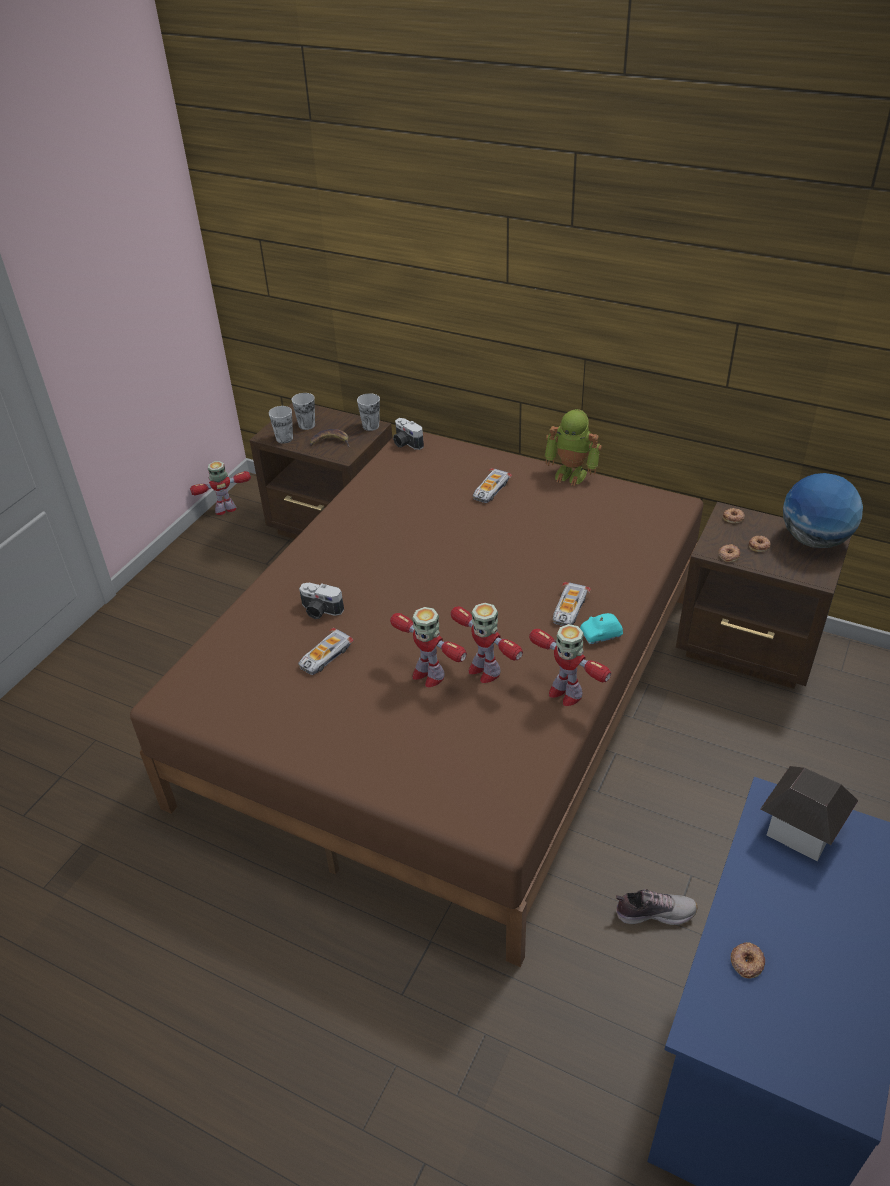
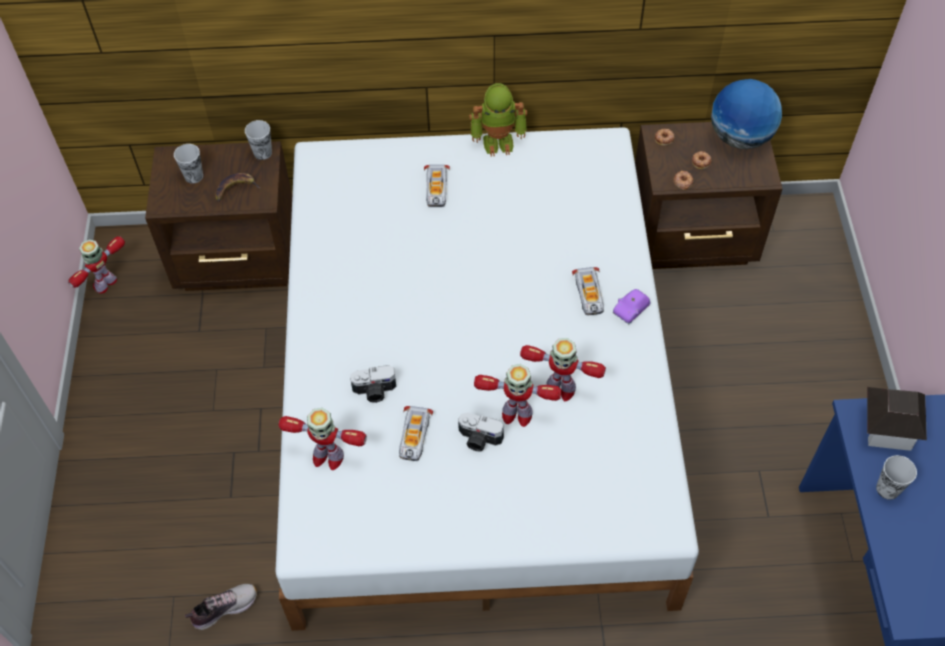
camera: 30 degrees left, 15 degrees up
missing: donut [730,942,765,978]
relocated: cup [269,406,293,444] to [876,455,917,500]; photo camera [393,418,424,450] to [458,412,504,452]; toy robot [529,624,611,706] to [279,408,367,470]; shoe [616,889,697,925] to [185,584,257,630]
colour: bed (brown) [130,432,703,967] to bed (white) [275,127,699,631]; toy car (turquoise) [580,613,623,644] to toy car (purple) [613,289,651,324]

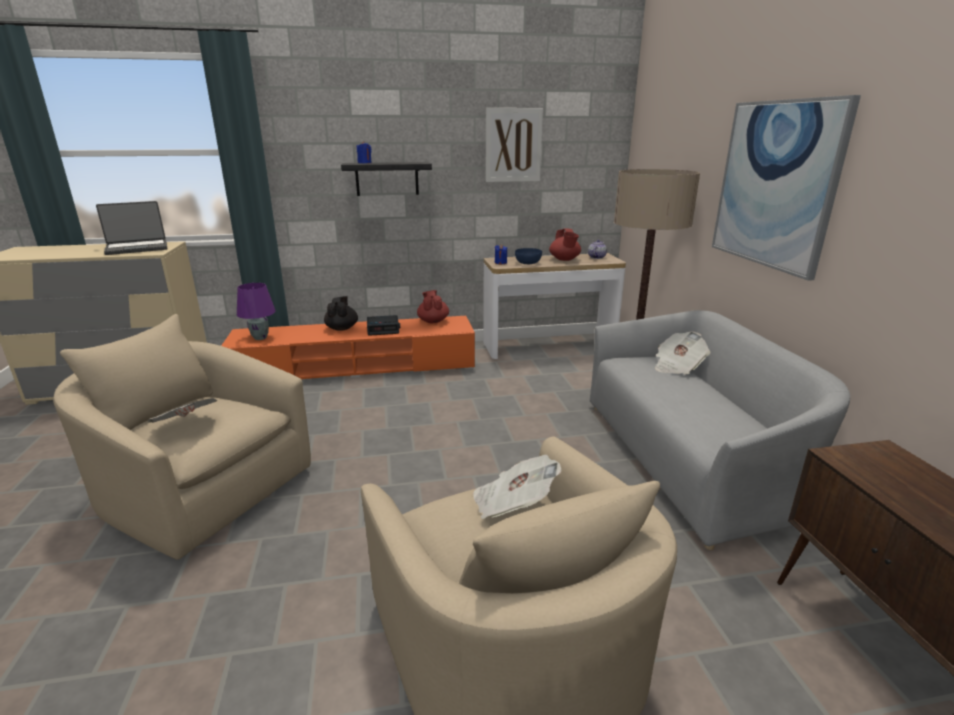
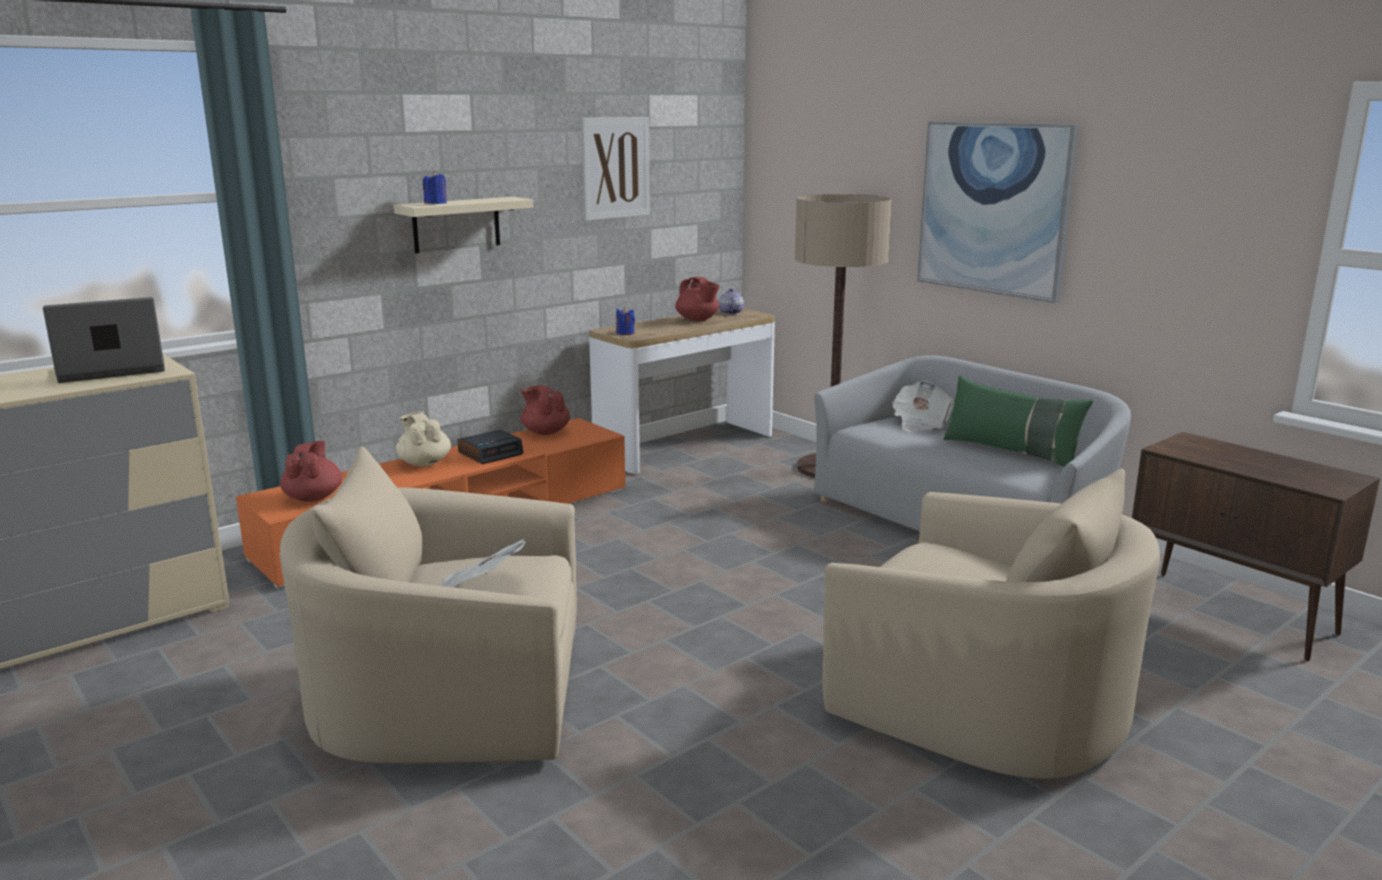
camera: 30 degrees left, 5 degrees down
missing: bowl (blue) [515,248,542,264]; newspaper [473,455,561,519]
appeared: pillow (green) [944,376,1093,467]
exchanged: table lamp (purple) [237,283,276,340] to teapot (red) [280,441,342,502]
colour: shelf (black) [341,162,432,196] to shelf (beige) [394,197,533,253]; teapot (black) [324,296,358,331] to teapot (beige) [396,411,451,467]
spun: laptop [96,201,168,255] = [43,297,165,383] 150 degrees counterclockwise

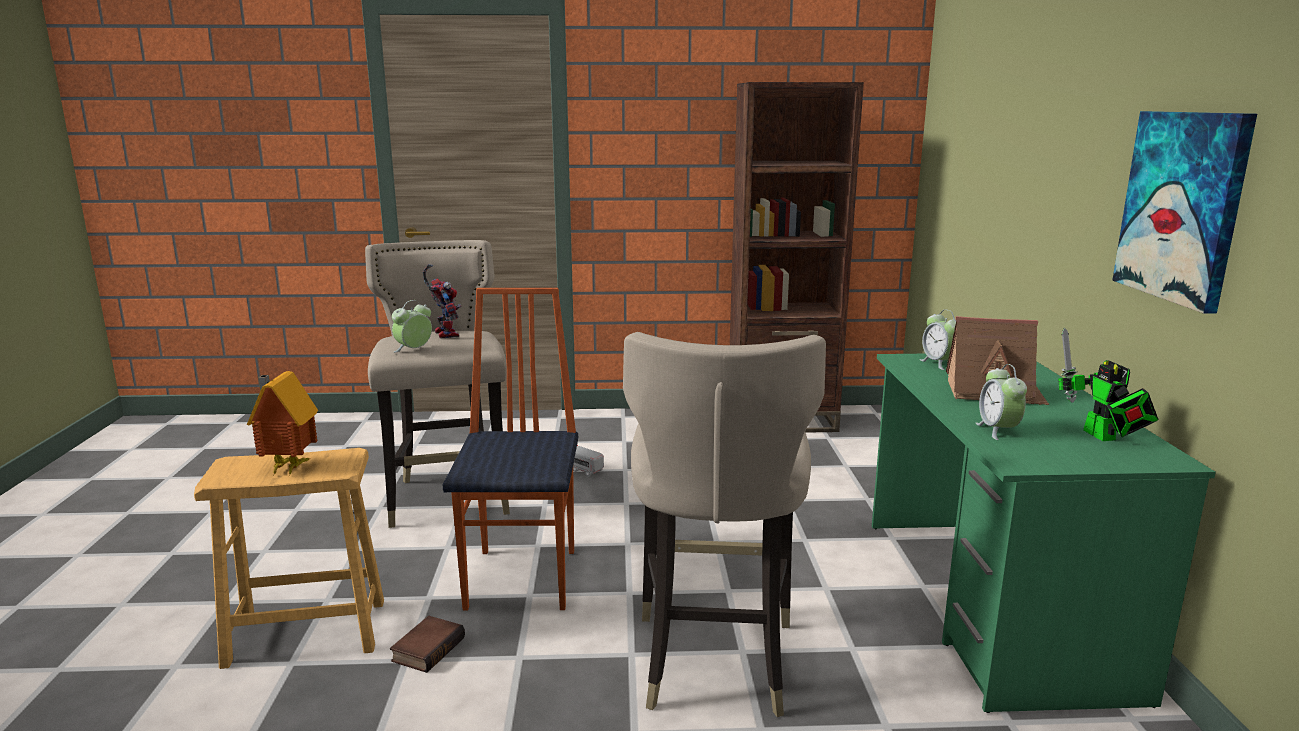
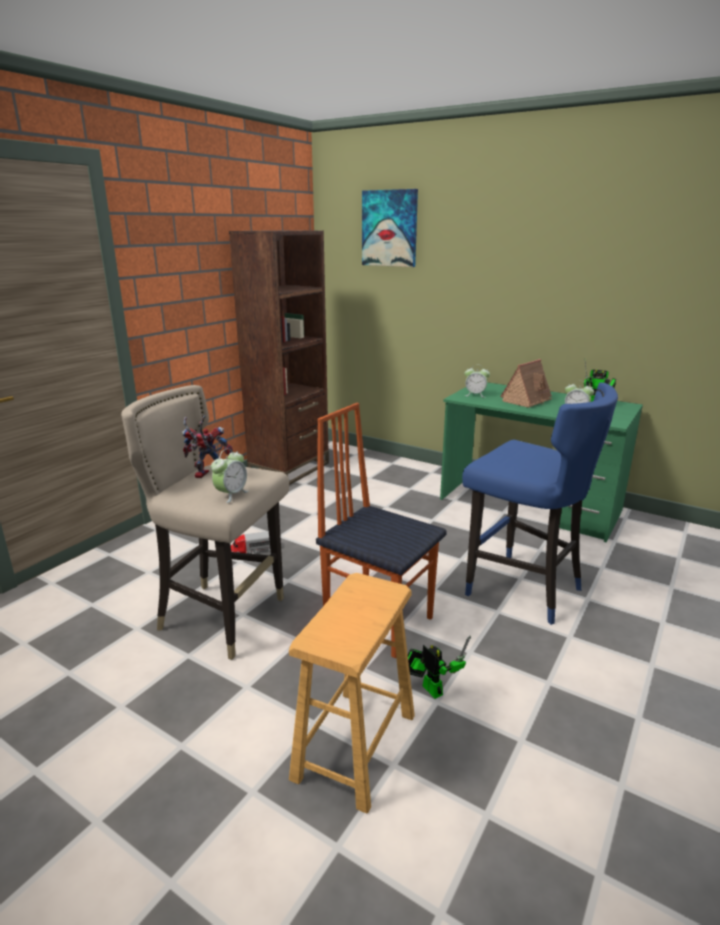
camera: 55 degrees left, 5 degrees up
missing: toy house [247,371,318,475]
relocated: picture [1112,111,1257,314] to [362,189,418,267]
exchanged: book [390,616,465,673] to toy robot [408,635,471,699]
colour: stool (beige) [623,332,826,717] to stool (blue) [462,383,618,625]
spun: alarm clock [392,300,432,353] = [211,449,249,503] 135 degrees counterclockwise

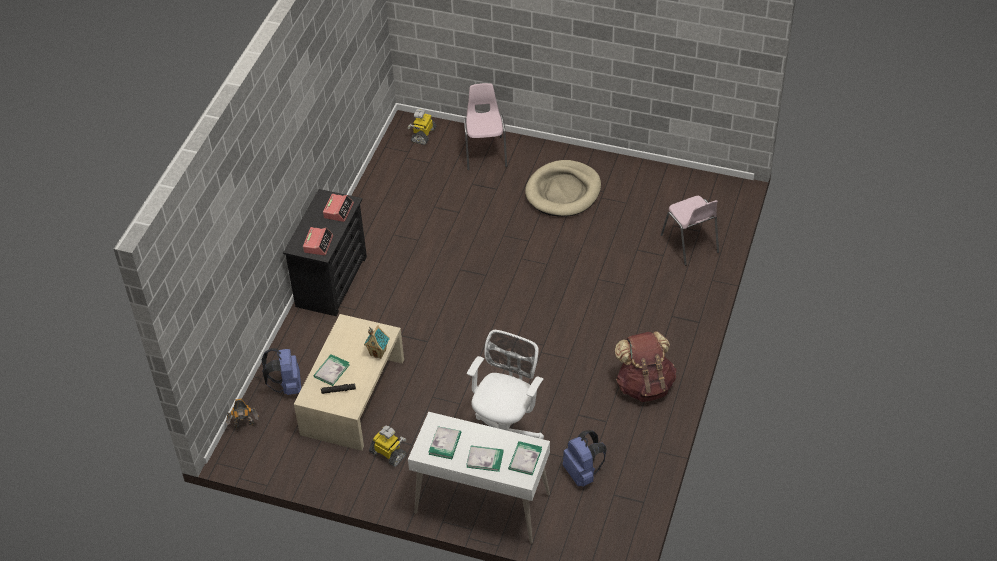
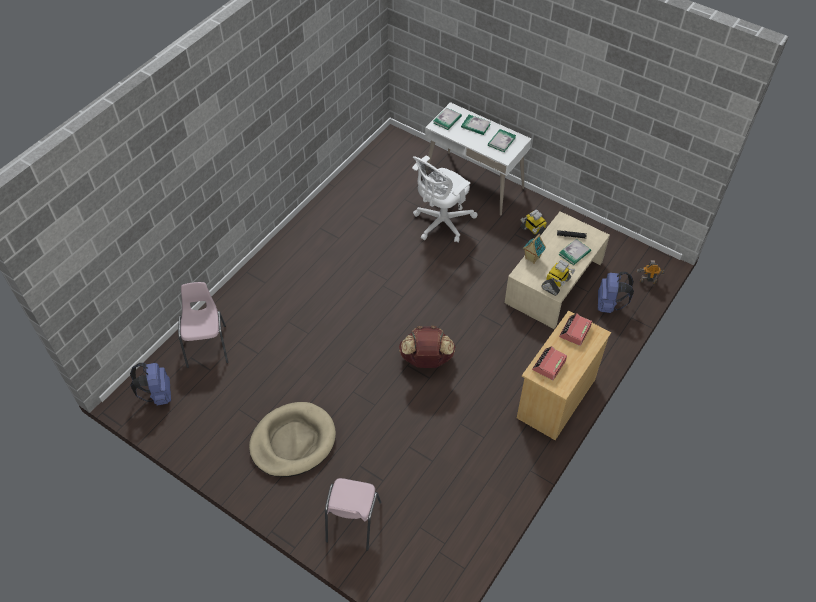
camera: 165 degrees left, 5 degrees up
relocated: toy robot [407,109,436,145] to [541,260,575,296]; backpack (brown) [615,332,676,402] to [399,326,455,368]; backpack (blue) [563,431,607,487] to [130,363,171,406]
colour: dresser (black) [283,189,367,316] to dresser (beige) [517,310,611,440]

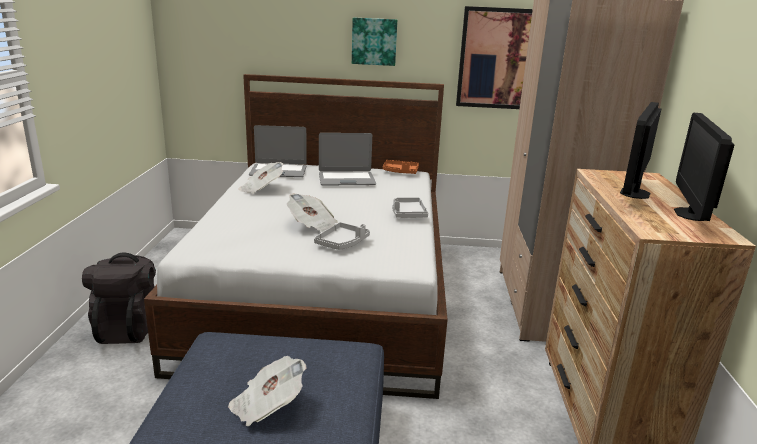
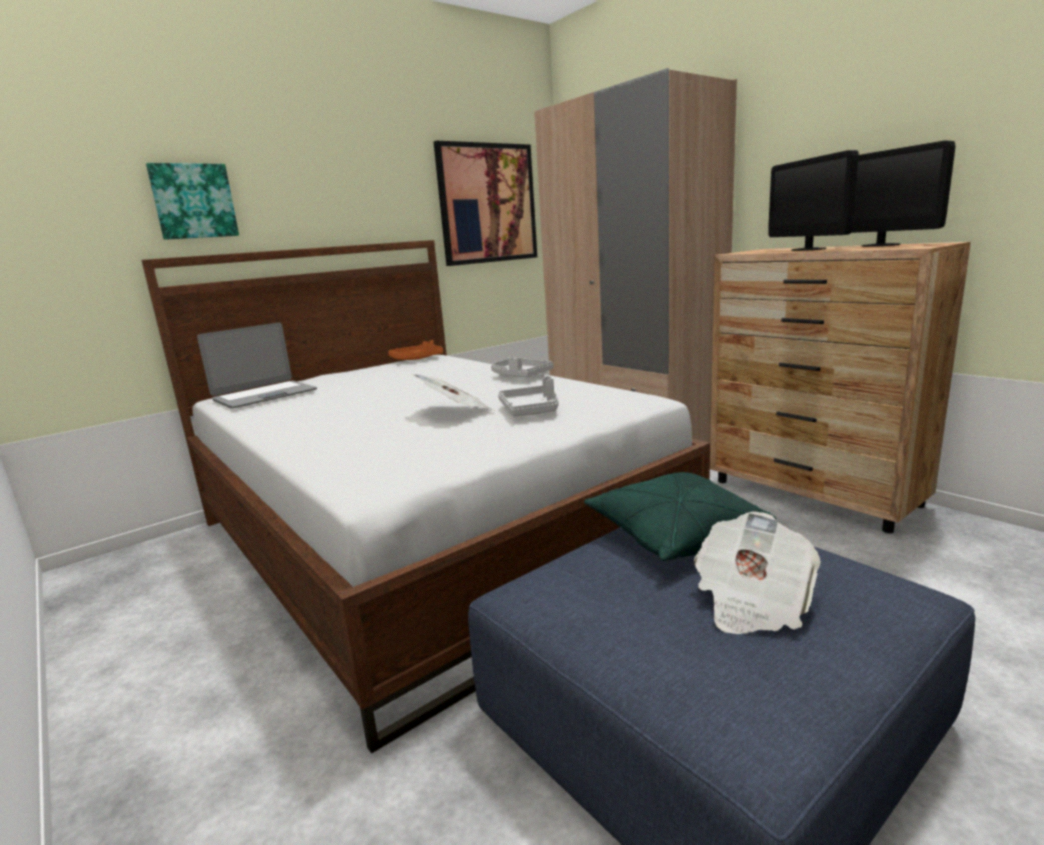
camera: 40 degrees left, 5 degrees down
missing: laptop [319,133,376,186]; newspaper [239,162,284,193]; backpack (black) [82,253,156,344]
appeared: pillow (green) [584,472,776,561]
relocated: picture [352,18,397,66] to [146,163,239,240]

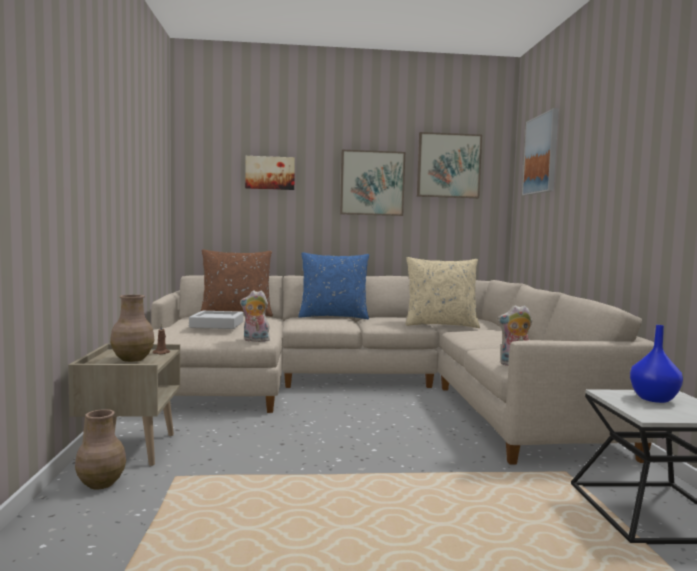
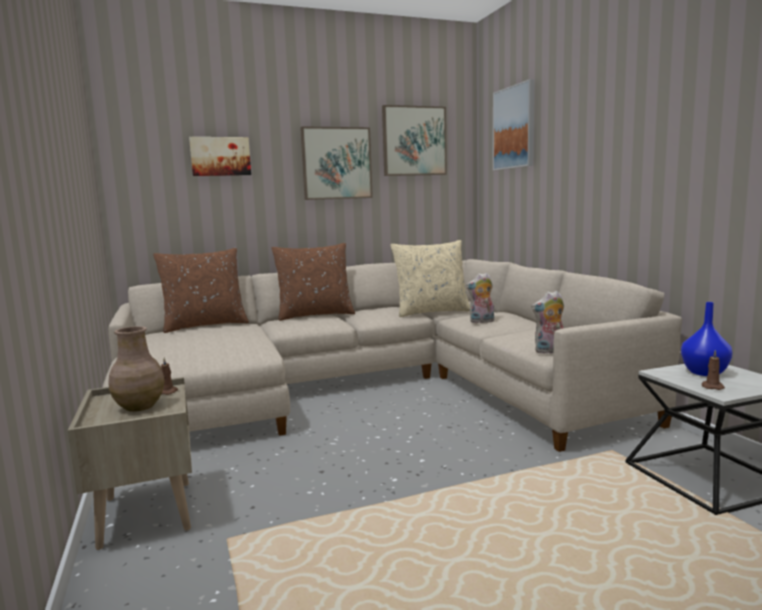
camera: 15 degrees left, 5 degrees up
missing: tray (grey) [189,311,244,329]; vase (brown) [75,409,126,489]
appeared: candle (brown) [702,350,725,390]
relocated: plush toy [240,291,270,342] to [466,273,494,323]
colour: pillow (blue) [298,252,369,319] to pillow (brown) [272,243,355,321]

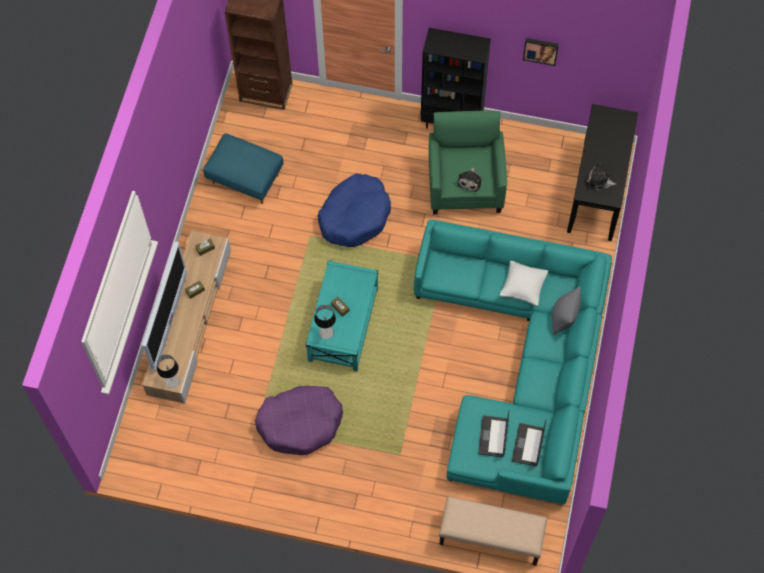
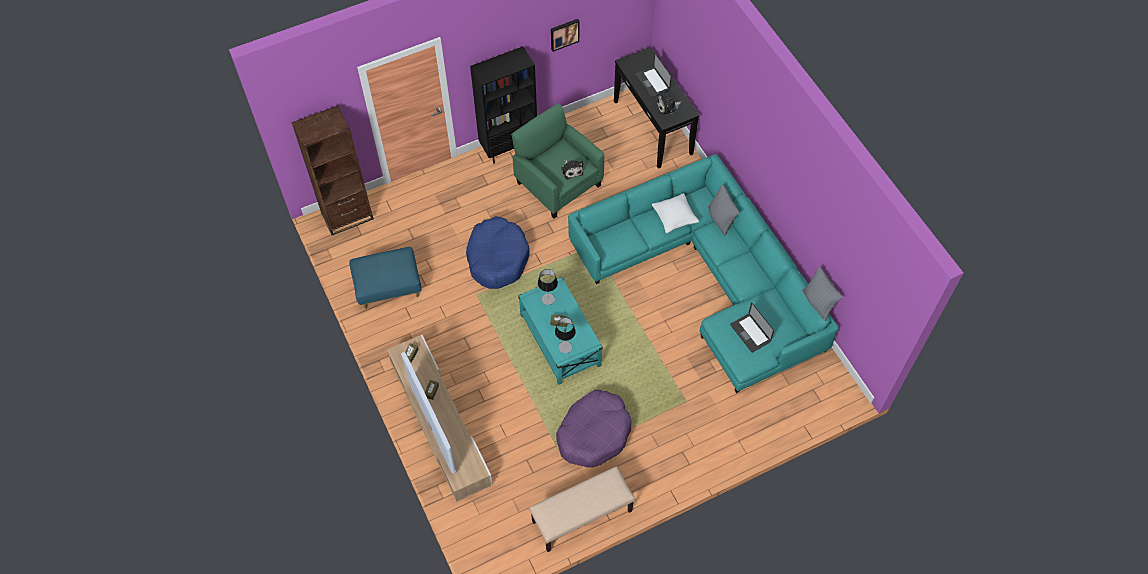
camera: 40 degrees left, 5 degrees down
appeared: pillow (grey) [802,267,842,321]
relocated: table lamp [157,355,180,388] to [538,269,558,305]; laptop [512,420,546,466] to [636,53,671,98]; bench (beige) [439,497,547,566] to [529,466,635,552]

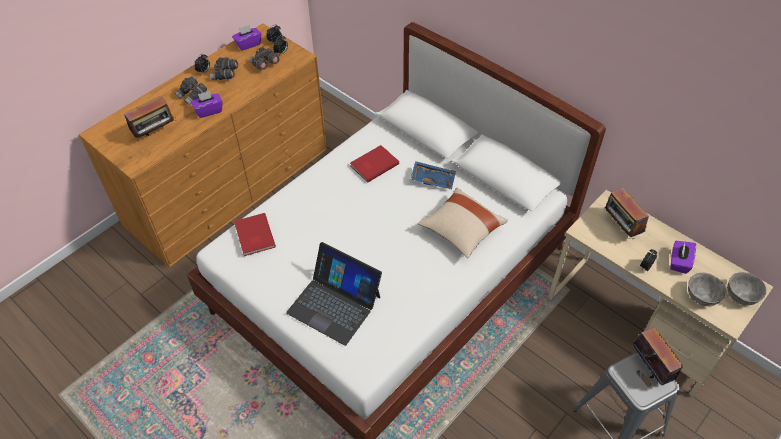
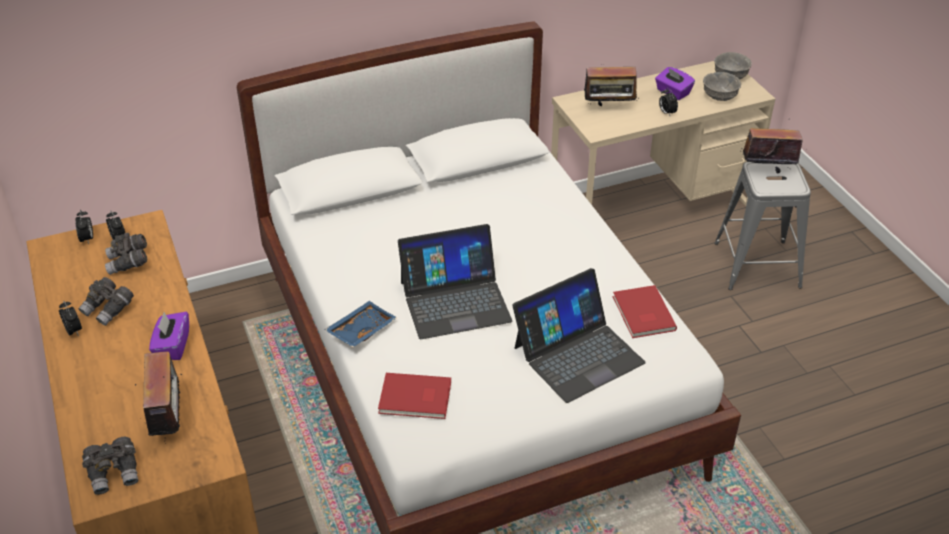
camera: 65 degrees left, 10 degrees down
missing: tissue box (purple) [232,25,261,51]; pillow (beige) [418,188,508,258]
appeared: laptop [398,224,512,339]
relocated: binoculars (grey) [175,76,207,105] to [82,437,138,495]; book (red) [350,145,399,183] to [613,285,677,338]; tray (blue) [410,161,456,190] to [324,301,397,347]

